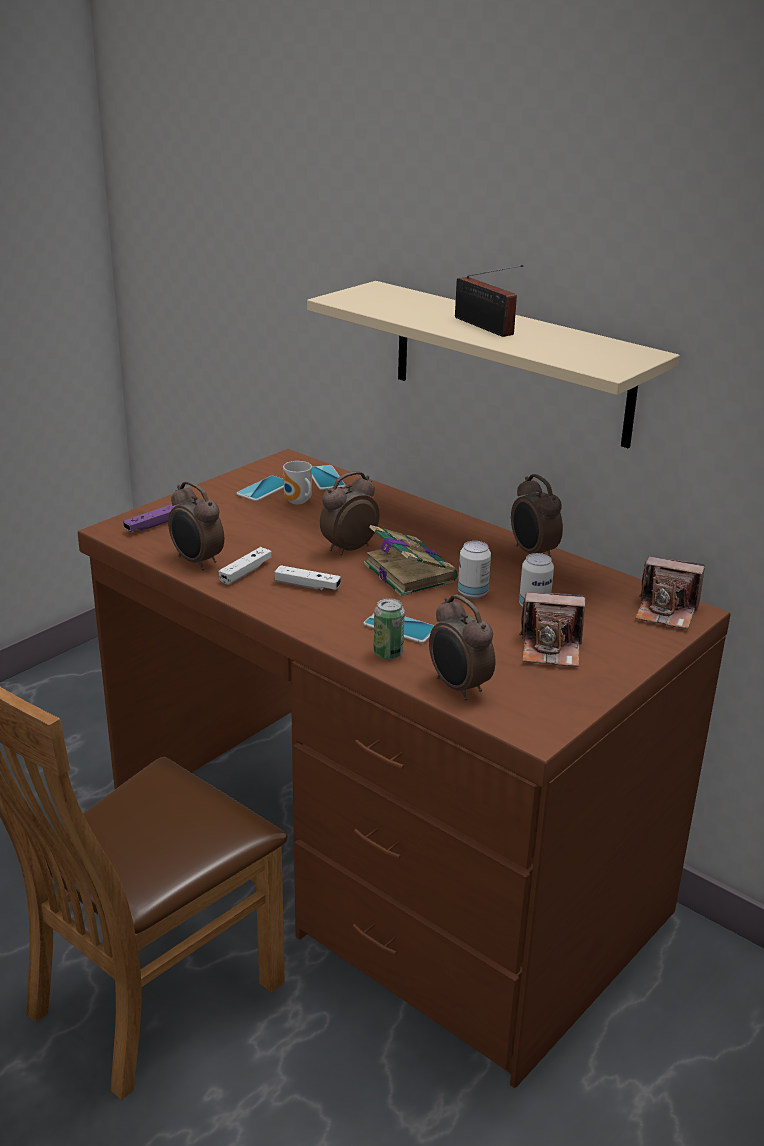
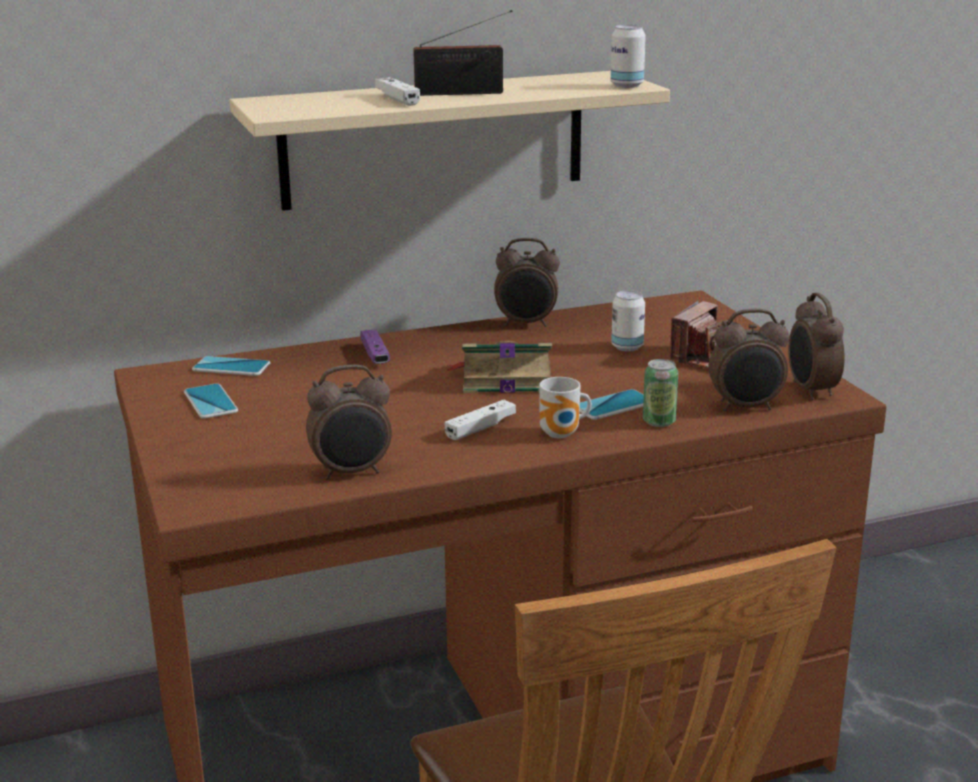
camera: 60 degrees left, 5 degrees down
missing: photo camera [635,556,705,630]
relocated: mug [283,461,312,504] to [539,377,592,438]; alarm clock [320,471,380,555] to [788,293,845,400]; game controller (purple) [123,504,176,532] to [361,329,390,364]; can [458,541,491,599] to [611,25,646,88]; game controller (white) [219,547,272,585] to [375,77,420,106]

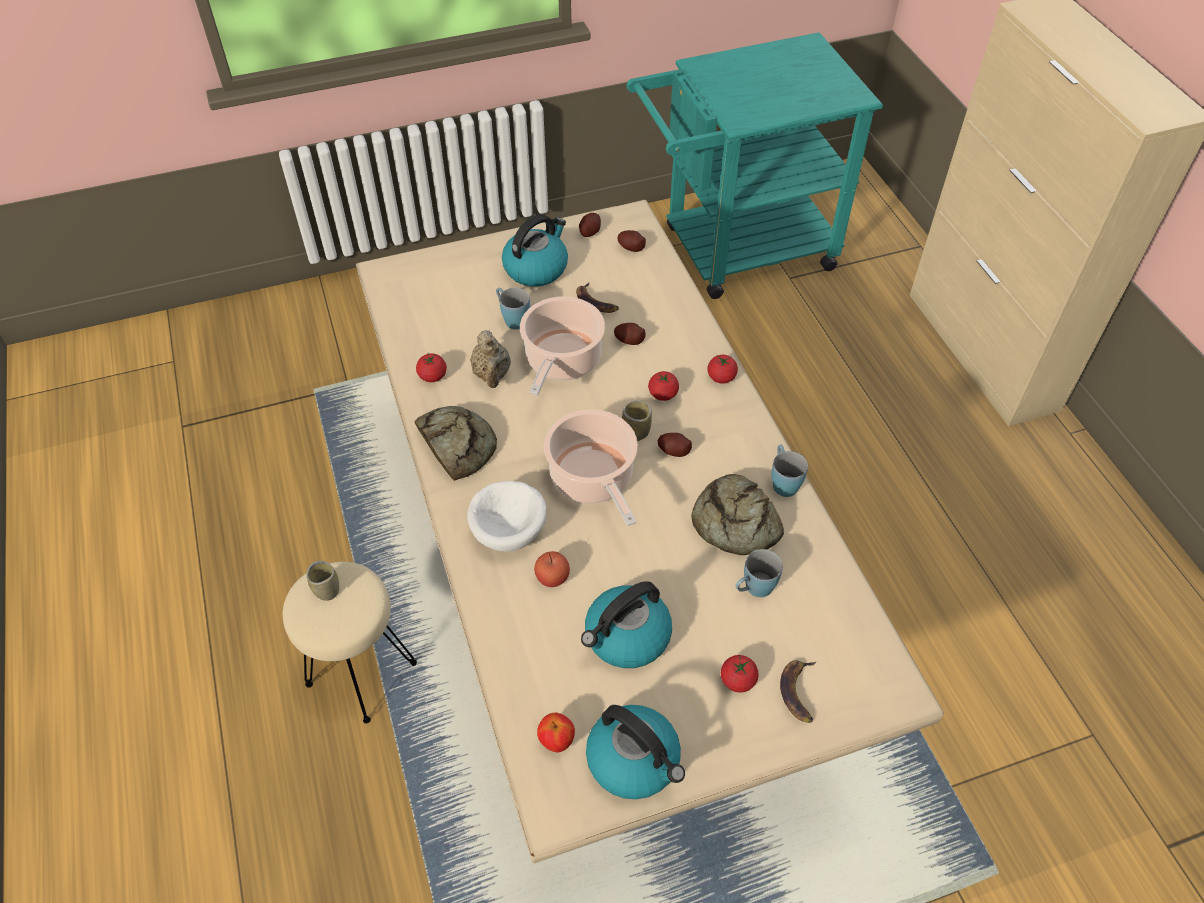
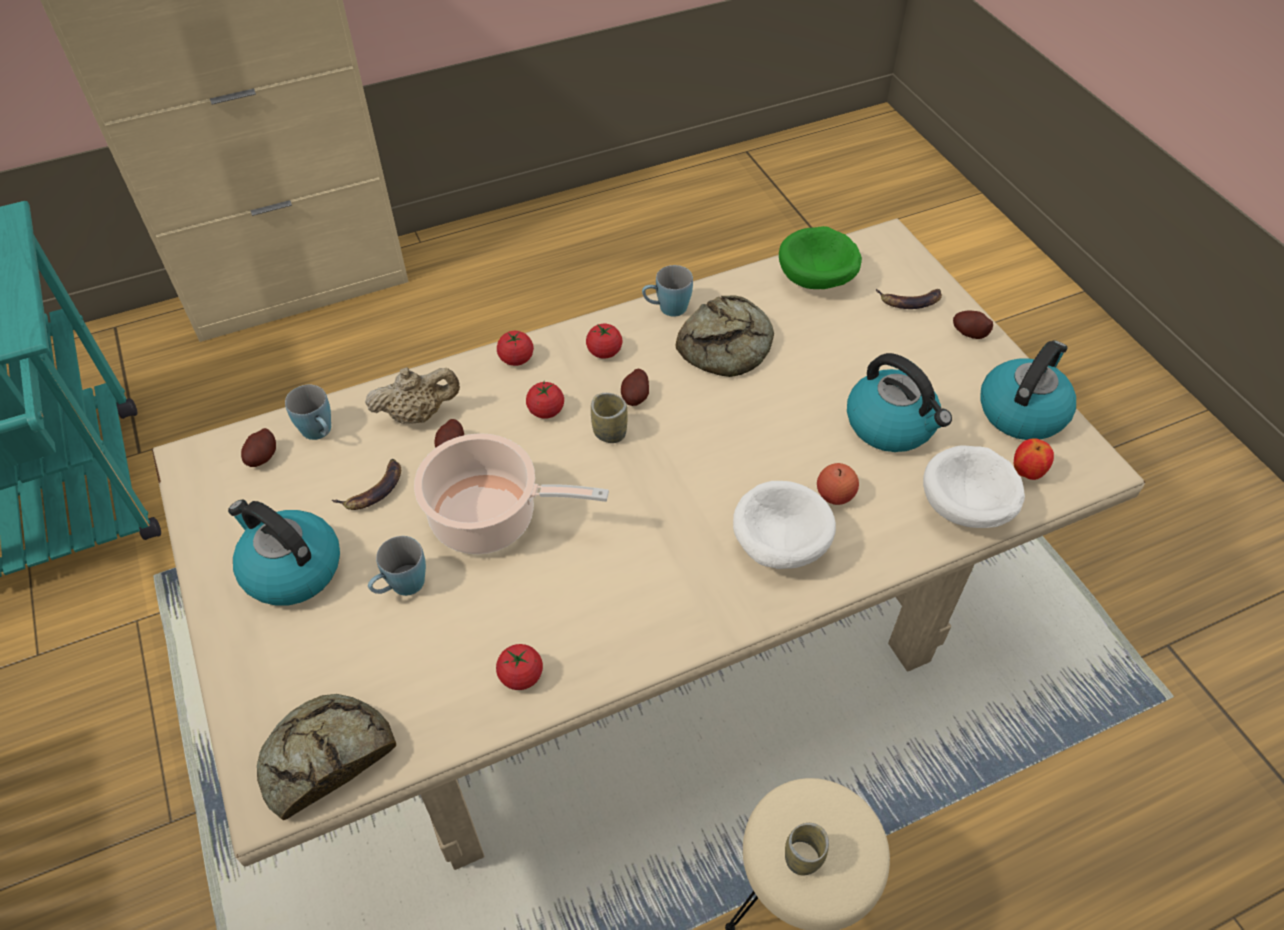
camera: 95 degrees left, 0 degrees up
missing: cooking pot [544,409,638,526]
appeared: bowl (green) [779,226,862,289]; bowl (white) [923,446,1025,528]
relocated: potato [579,213,601,237] to [953,311,993,339]; teapot (beige) [470,330,511,388] to [365,367,460,424]; bread [414,406,497,481] to [257,694,396,820]; mug (blue) [736,549,783,597] to [285,385,331,440]; tomato [721,655,759,693] to [586,324,623,359]

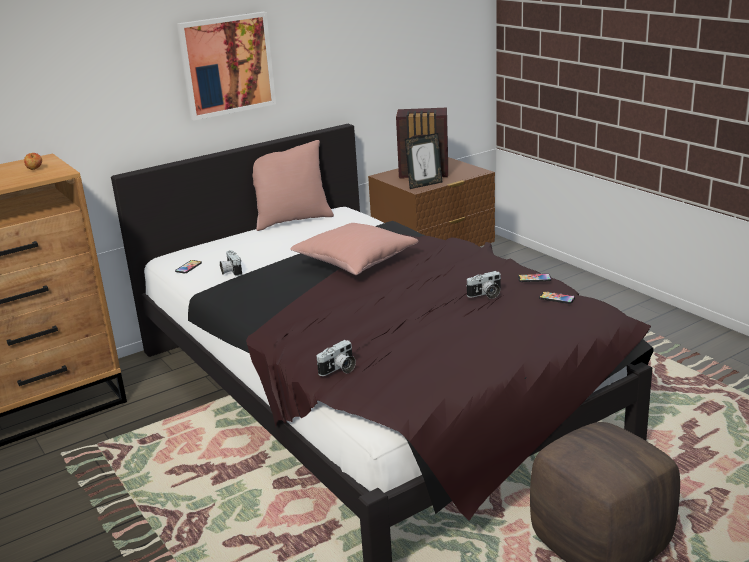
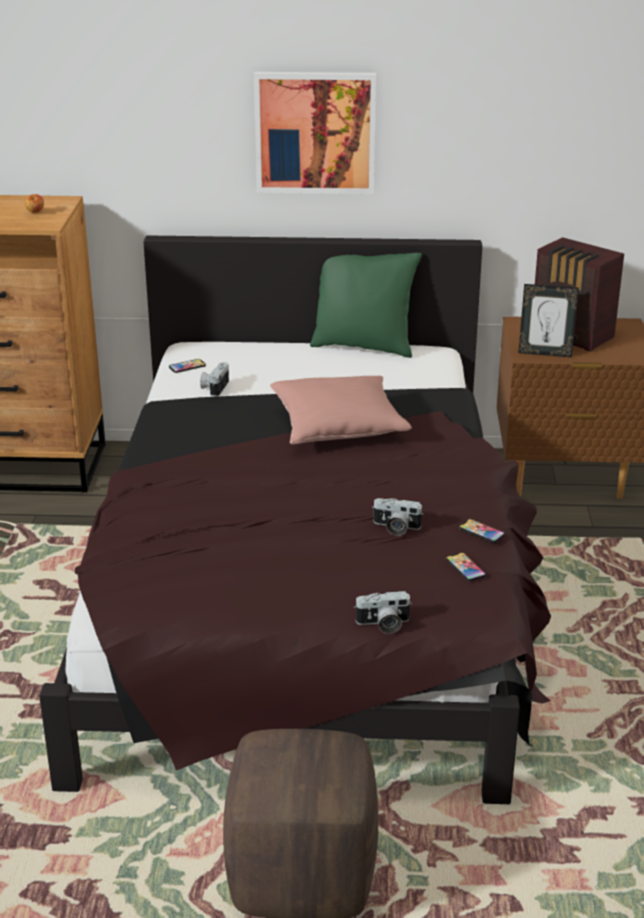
camera: 35 degrees right, 5 degrees up
relocated: photo camera [317,340,356,376] to [354,591,412,634]
colour: pillow (pink) [252,140,334,231] to pillow (green) [310,253,422,358]

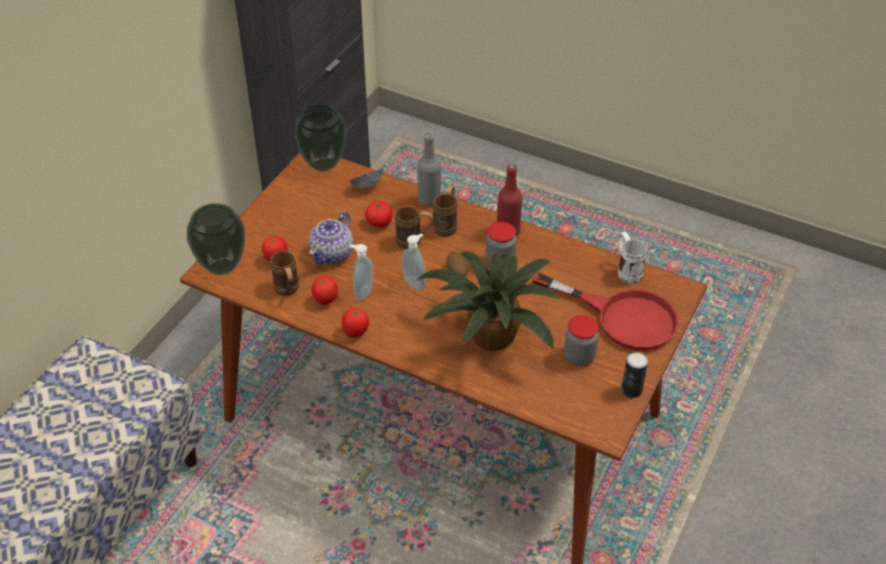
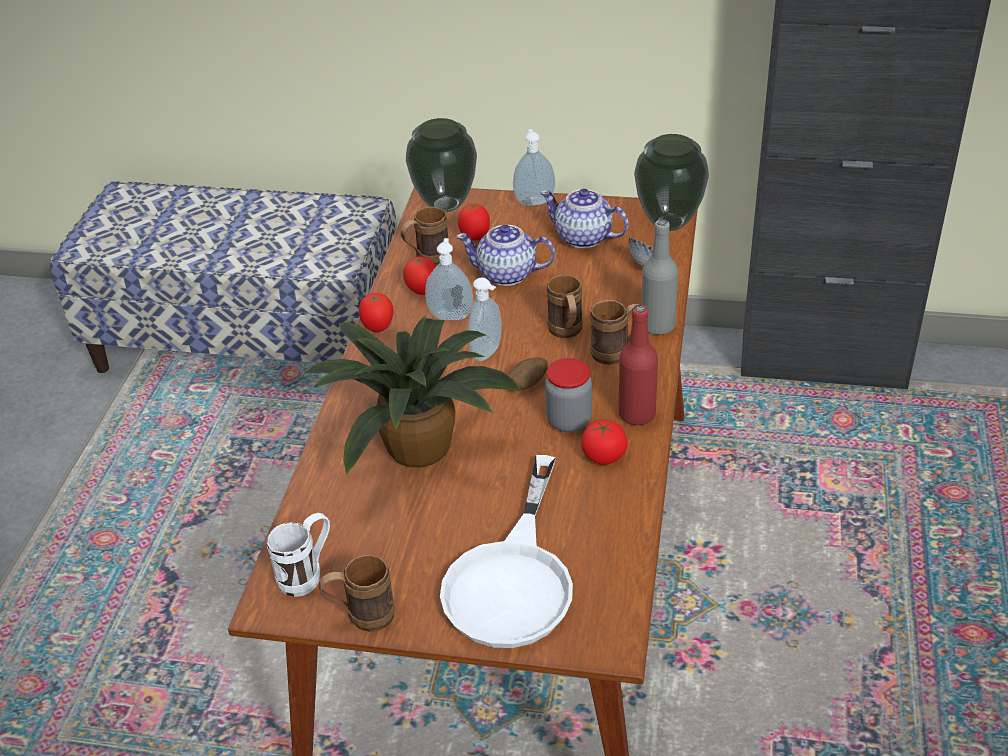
camera: 75 degrees right, 5 degrees down
missing: jar [564,315,599,366]
appeared: soap dispenser [513,129,555,206]; teapot [540,189,629,248]
relocated: tomato [365,201,393,227] to [581,420,627,465]; mug (white) [618,232,647,284] to [267,513,330,597]
exchanged: can [621,352,648,398] to mug (brown) [319,554,395,632]
colour: frying pan (red) [532,272,679,351] to frying pan (white) [440,455,573,648]

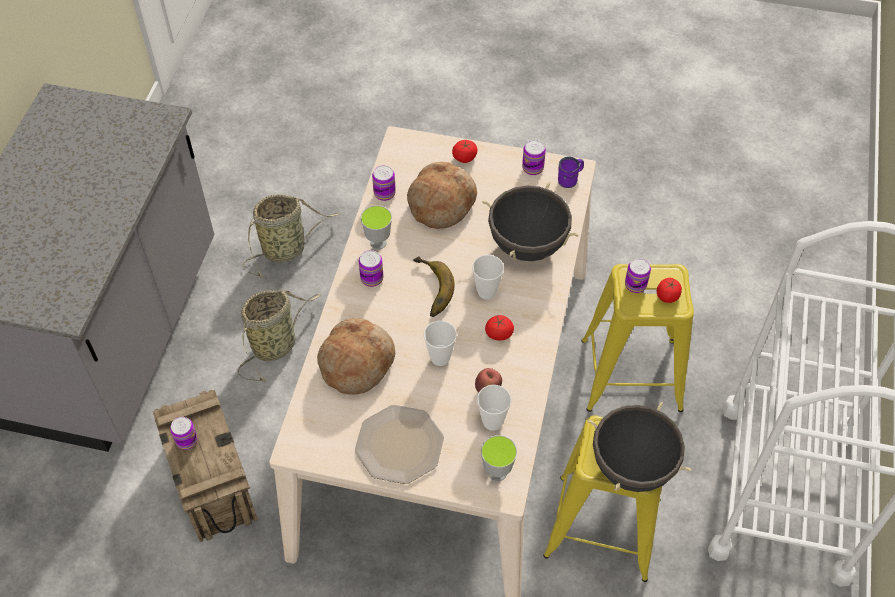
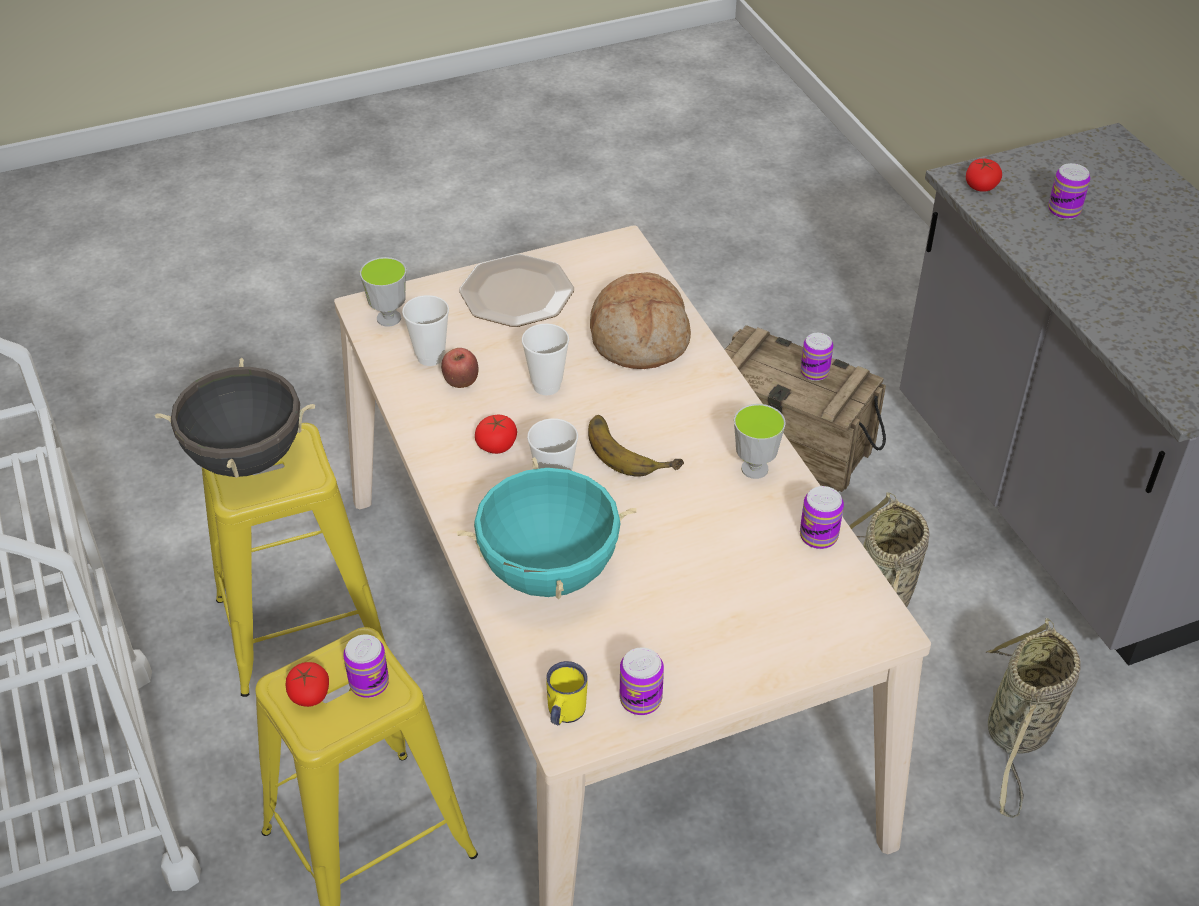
camera: 145 degrees right, 10 degrees down
missing: bread [407,162,477,229]
relocated: tomato [452,140,478,163] to [966,158,1002,192]; can [358,250,383,287] to [1048,163,1090,219]
colour: mug (purple) [558,156,584,188] to mug (yellow) [546,661,588,725]; cooking pot (black) [482,182,579,261] to cooking pot (turquoise) [457,457,636,599]

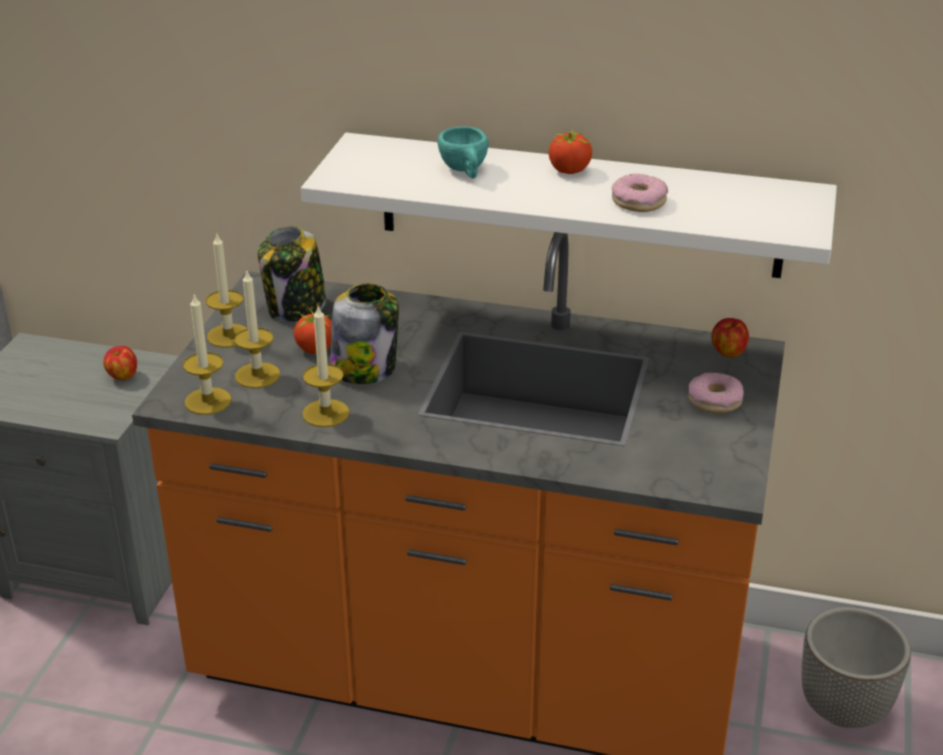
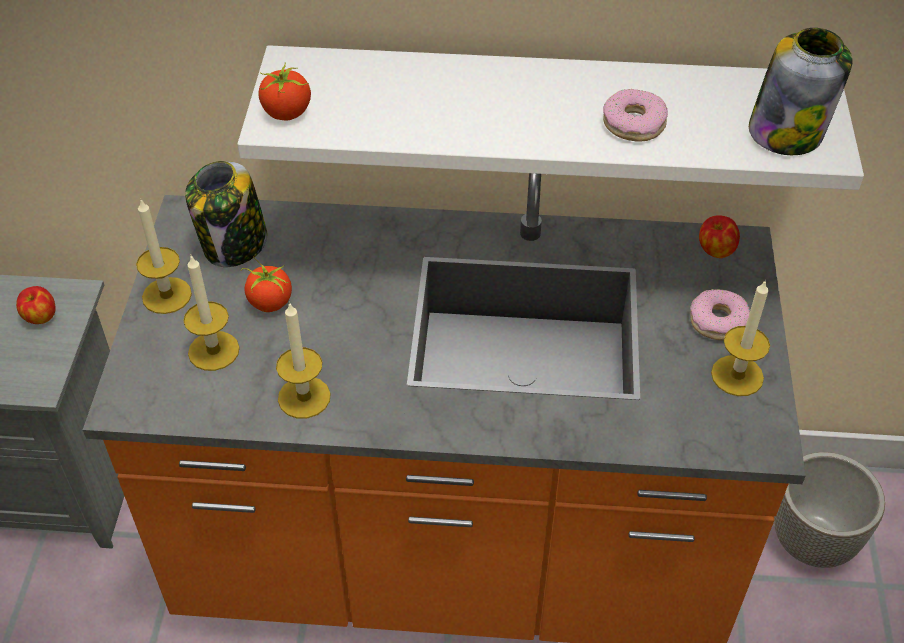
camera: 10 degrees left, 15 degrees up
missing: cup (turquoise) [437,126,488,178]
relocated: tomato [549,129,592,174] to [259,62,311,121]; jar [330,284,399,384] to [749,28,852,155]; candle [183,293,231,415] to [711,279,770,396]

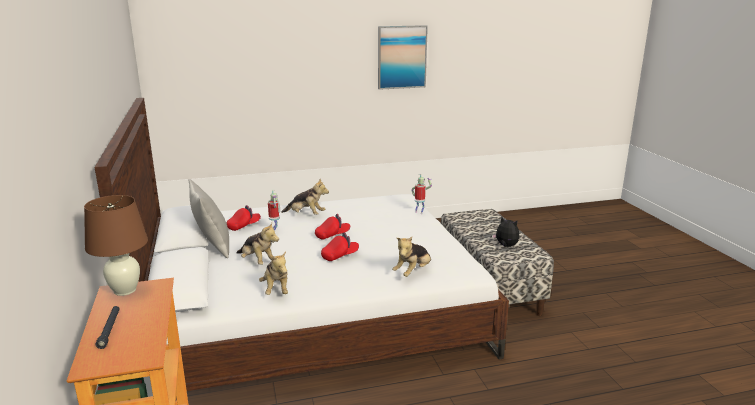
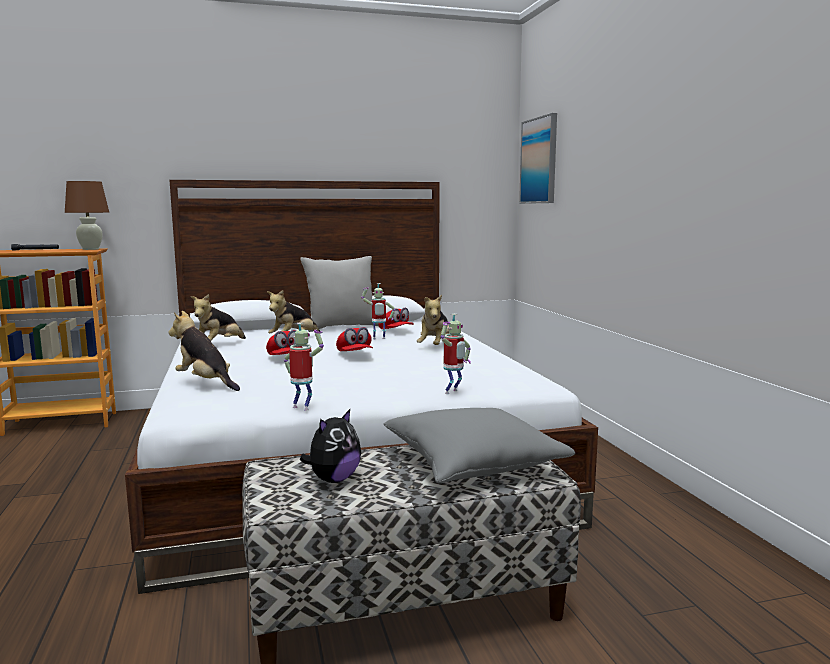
camera: 90 degrees right, 10 degrees down
appeared: toy robot [284,323,324,411]; pillow (grey) [383,408,575,483]
relocated: picture [378,25,428,90] to [519,113,557,204]
spun: plush toy [259,251,288,295] = [191,294,246,341] 45 degrees counterclockwise

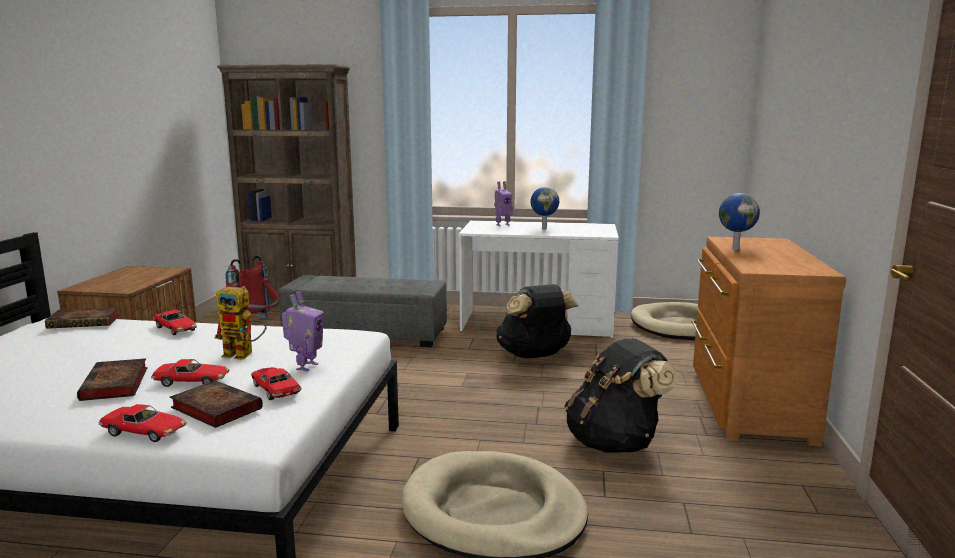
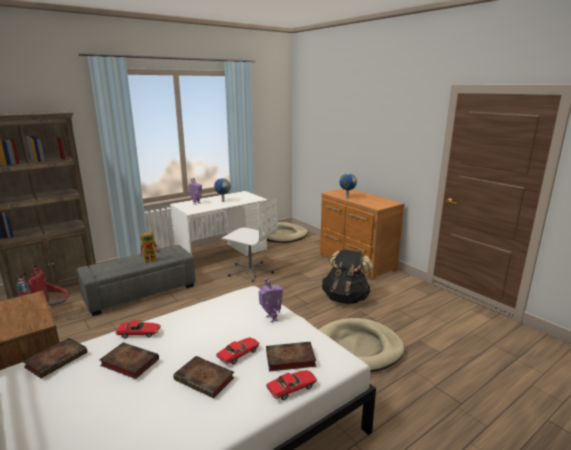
camera: 45 degrees left, 5 degrees up
missing: toy car [251,367,302,400]
appeared: book [99,342,159,379]
relocated: toy robot [214,286,267,360] to [140,231,160,263]
exchanged: backpack (black) [497,284,578,358] to office chair (white) [222,196,278,282]

